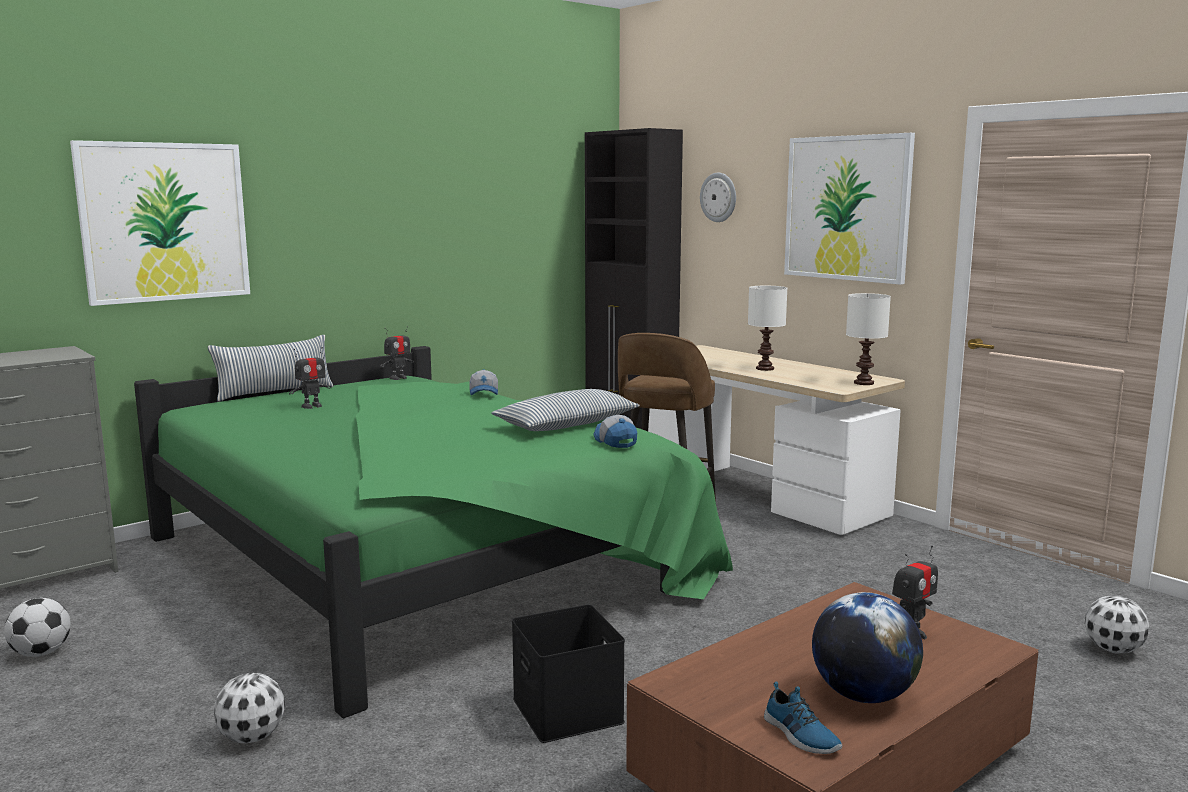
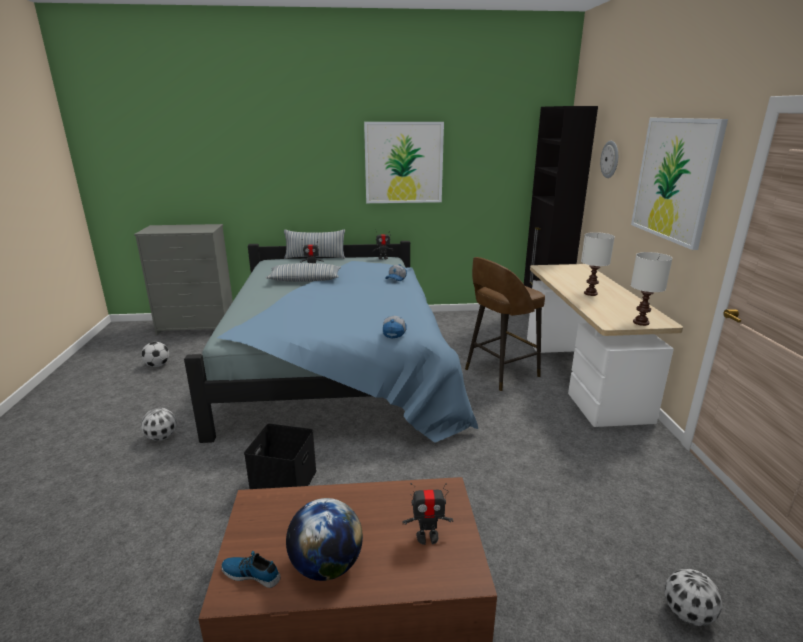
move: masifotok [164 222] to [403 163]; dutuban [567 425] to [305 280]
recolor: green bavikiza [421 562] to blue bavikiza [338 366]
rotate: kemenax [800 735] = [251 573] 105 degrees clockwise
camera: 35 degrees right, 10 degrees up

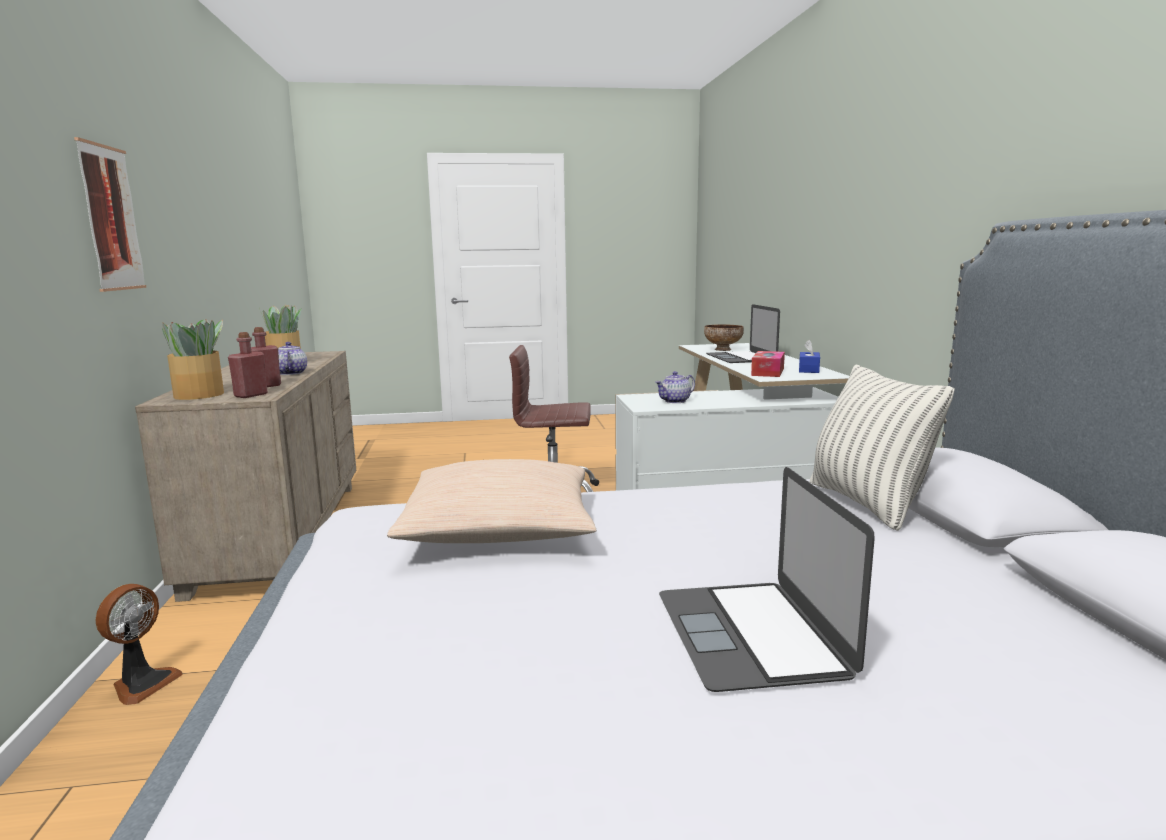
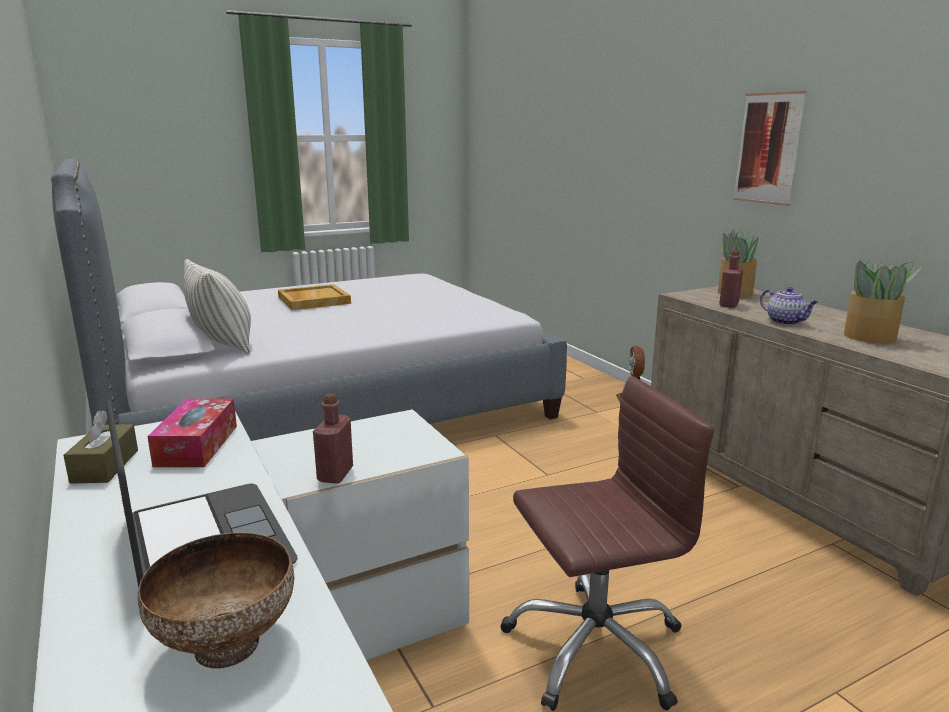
delete: beige dutuban [500 528]; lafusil [675 401]
move: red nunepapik [251 395] to [335 474]
replace: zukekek [751 633] to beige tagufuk [313 300]
recolor: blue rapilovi [808 370] to brown rapilovi [105 466]
camera: 160 degrees right, 5 degrees up

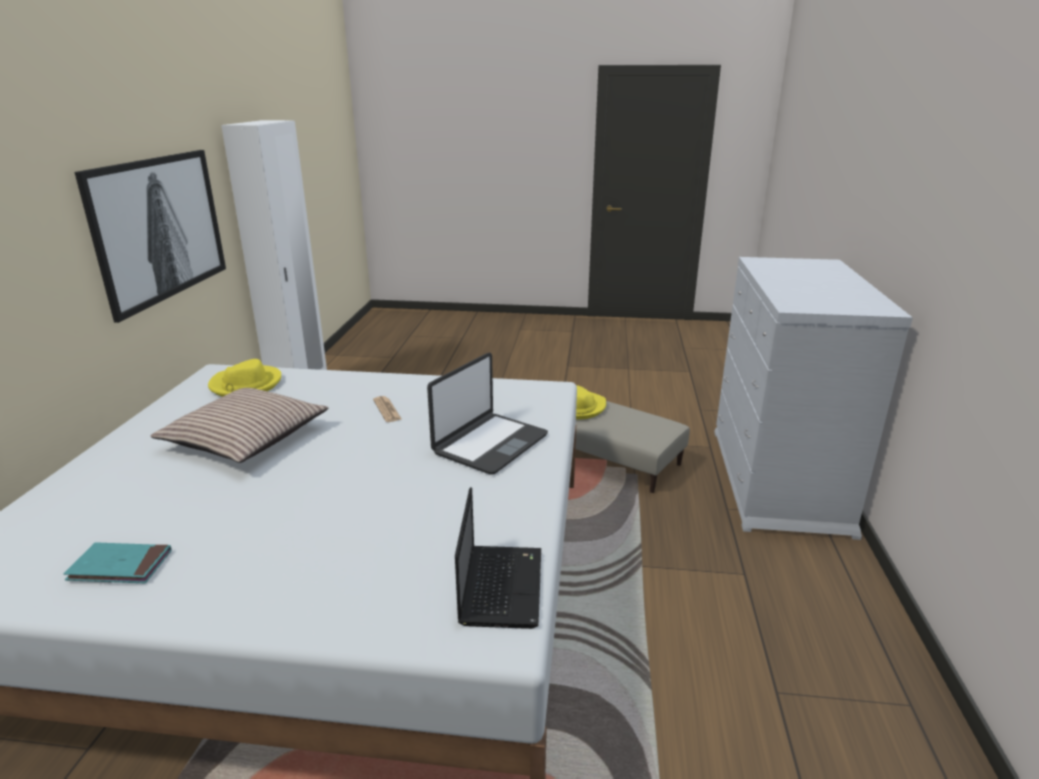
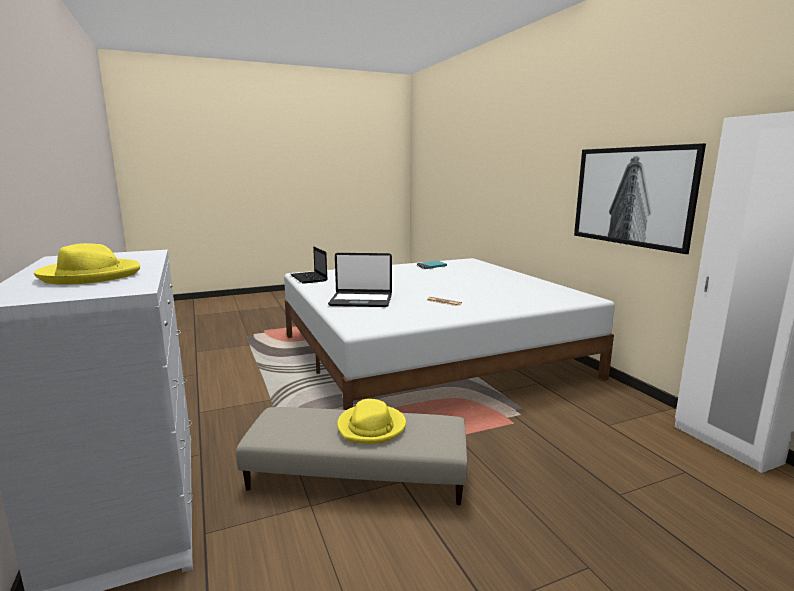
delete: dutuban [245 438]
move: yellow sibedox [245 385] to [90 275]
rotate: zukekek [489 444] = [361 301] 90 degrees counterclockwise
camera: 150 degrees right, 10 degrees down

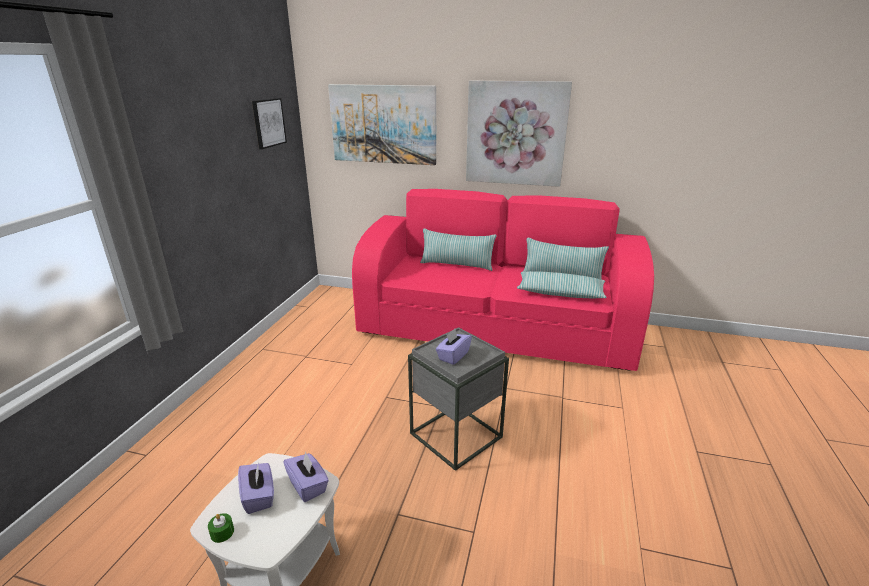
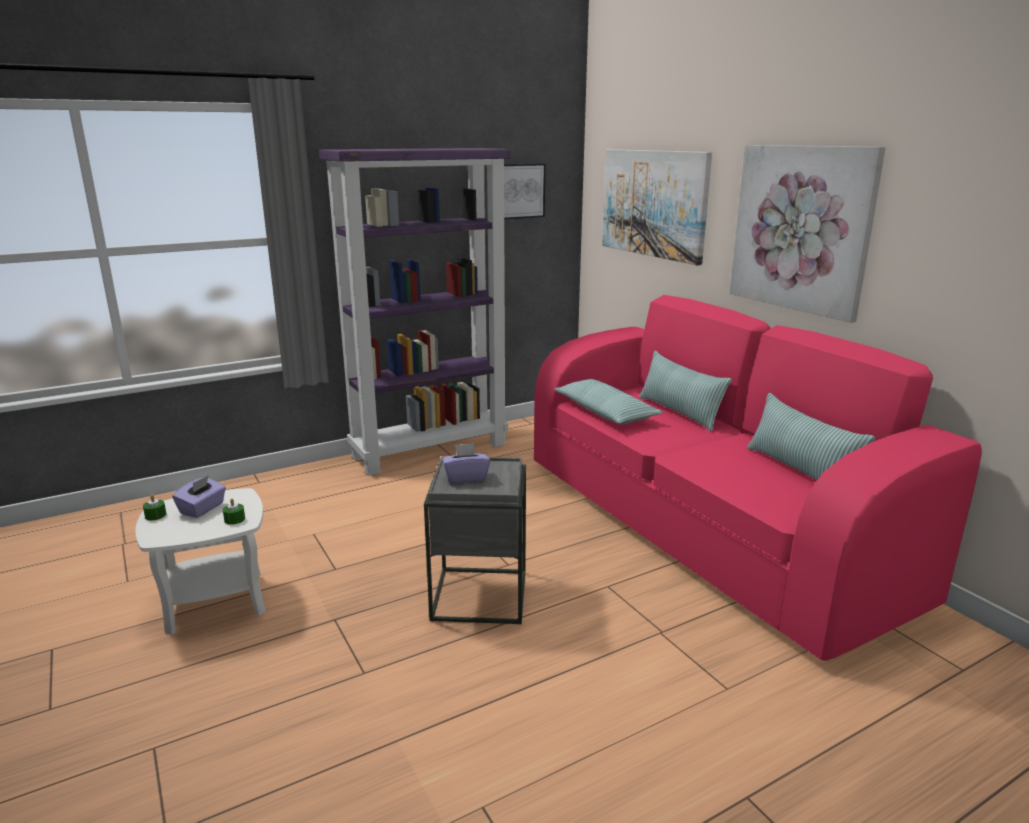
insert: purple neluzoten [430 450]
move: dutuban [560 293] to [605 412]
replace: purple rapilovi [308 485] to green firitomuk [234 519]
camera: 45 degrees right, 5 degrees down

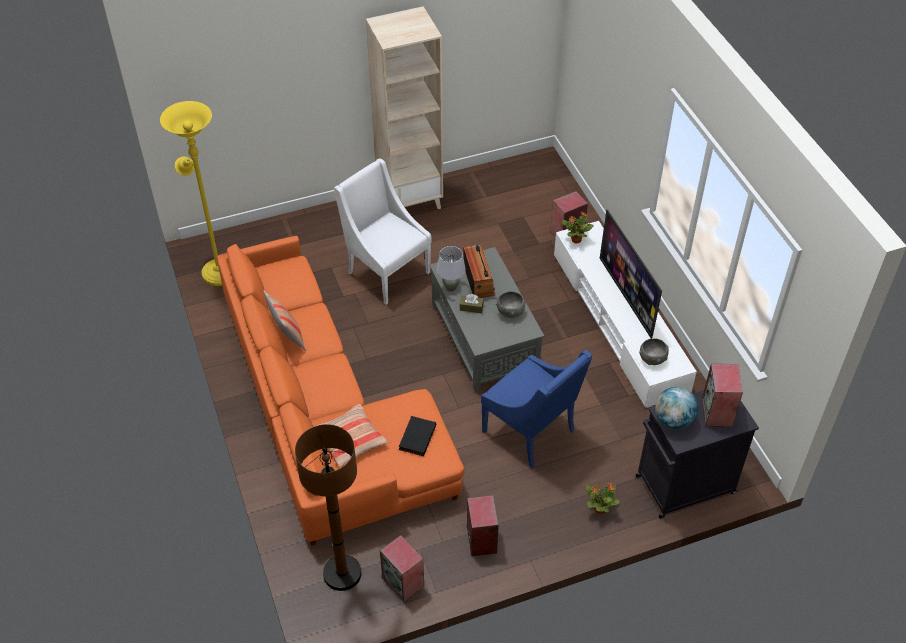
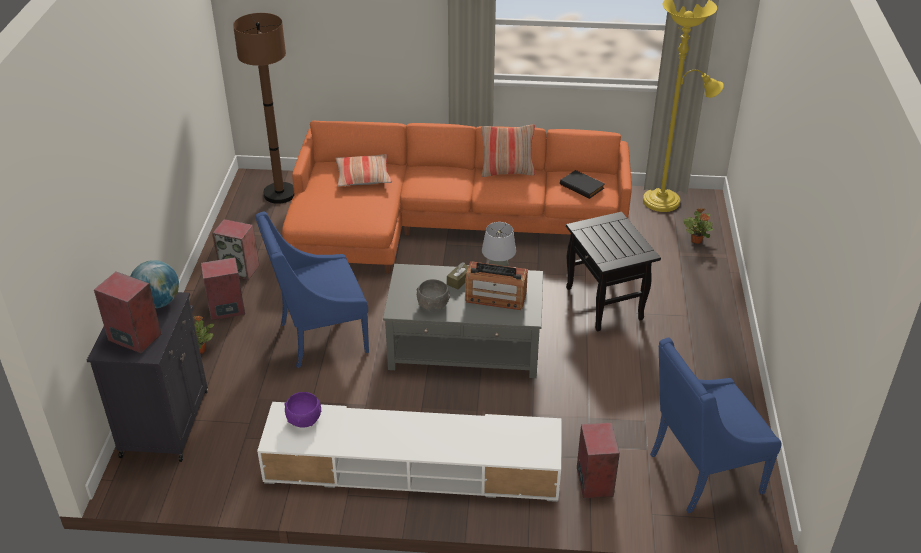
delete: beige neluzoten [410 200]; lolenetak [627 297]
insert: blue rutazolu [701 473]
move: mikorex [404 582] to [226 309]; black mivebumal [416 437] to [582 186]; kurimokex [575 240] to [696 240]
replace: white rutazolu [386 272] to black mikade [605 304]
recolor: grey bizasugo [652 359] to purple bizasugo [304 419]
camera: 115 degrees right, 10 degrees down

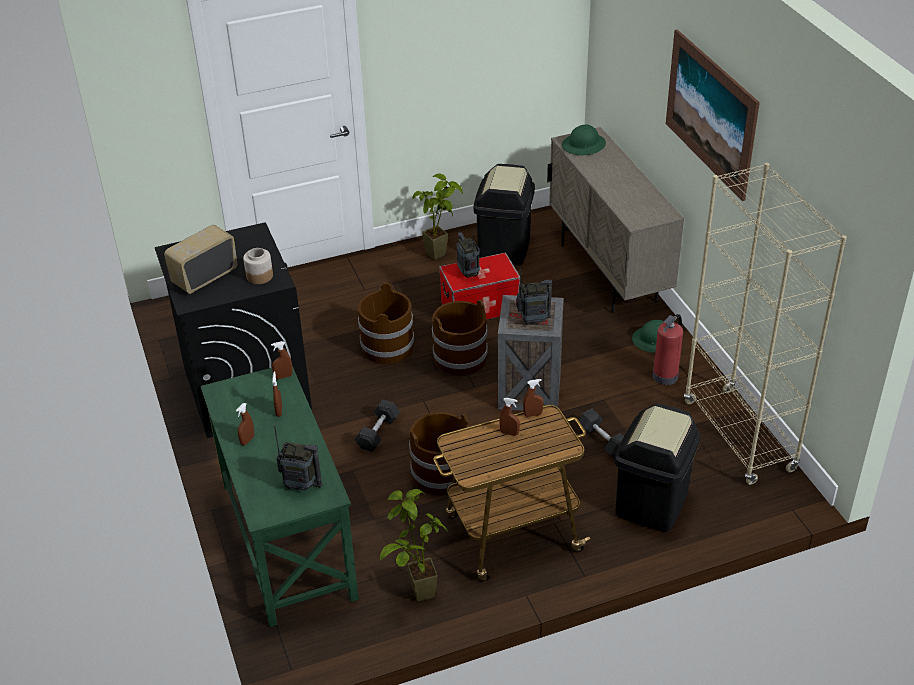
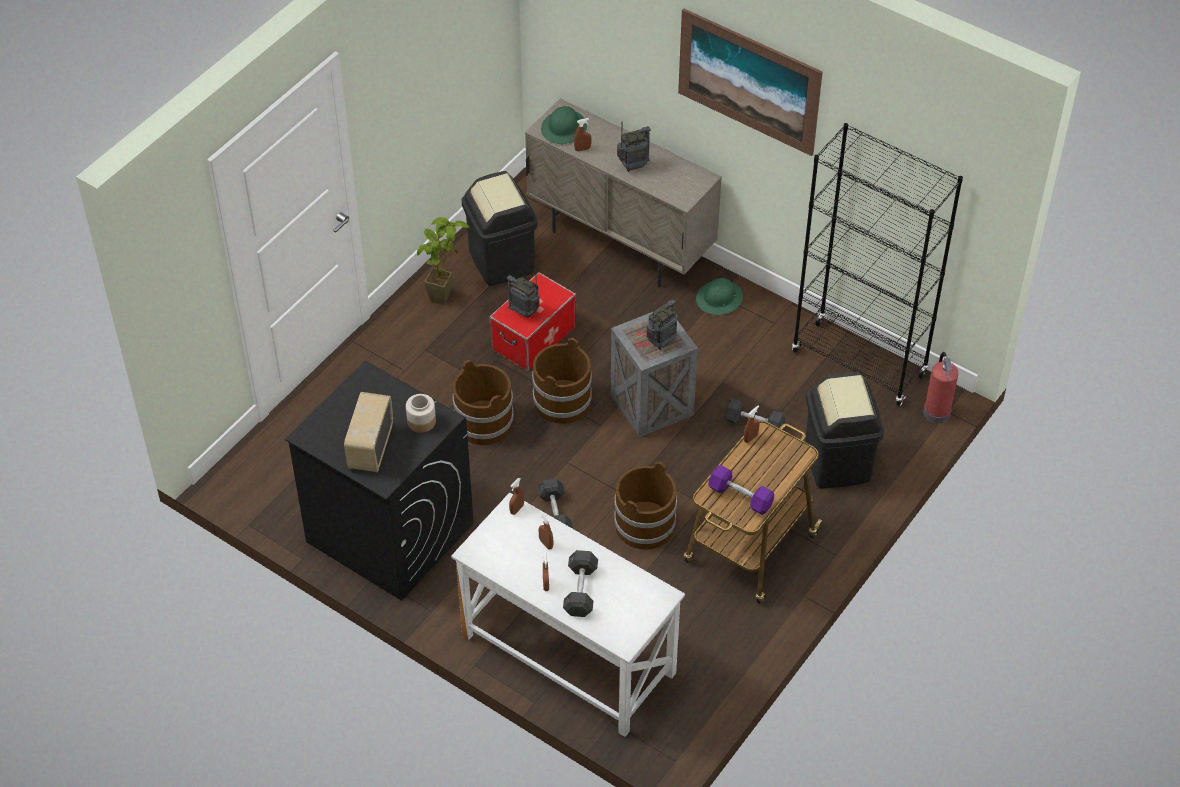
delete: kurimokex [413 593]
insert: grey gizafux [580 590]; purple gizafux [740 497]
move: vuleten [300 486] to [633 166]; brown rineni [509 433] to [582 149]; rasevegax [666 375] to [936 411]
recolor: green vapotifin [287 540] to white vapotifin [567 656]; beige neluzoten [739 436] to black neluzoten [859 363]
camera: 35 degrees left, 10 degrees up

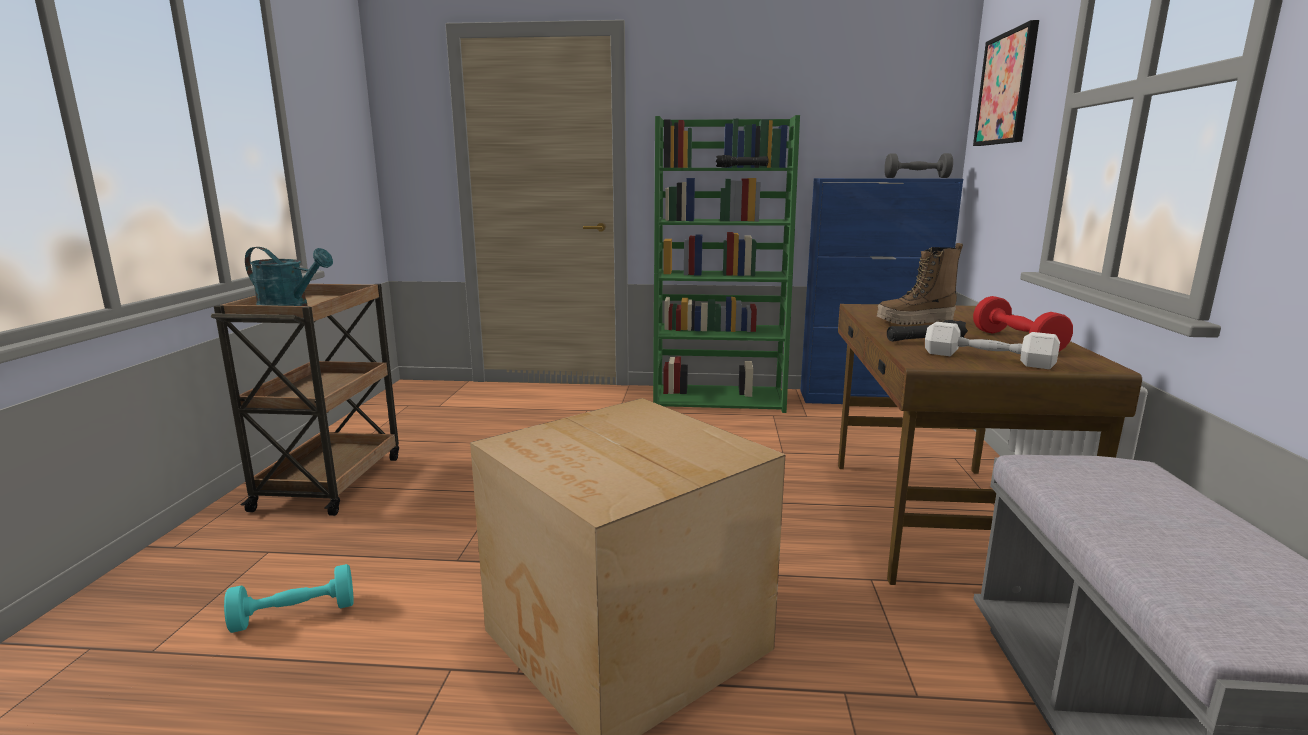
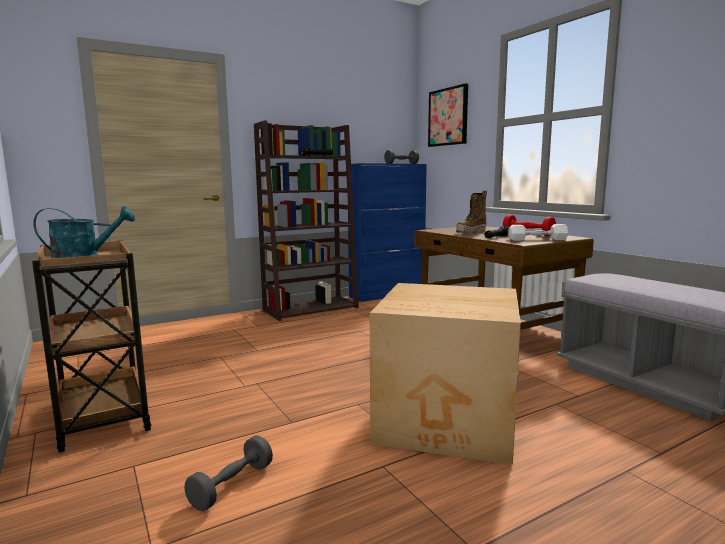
recolor: turquoise gizafux [295 615] to grey gizafux [232 485]; green neluzoten [720 399] to brown neluzoten [311 308]
camera: 35 degrees left, 5 degrees down

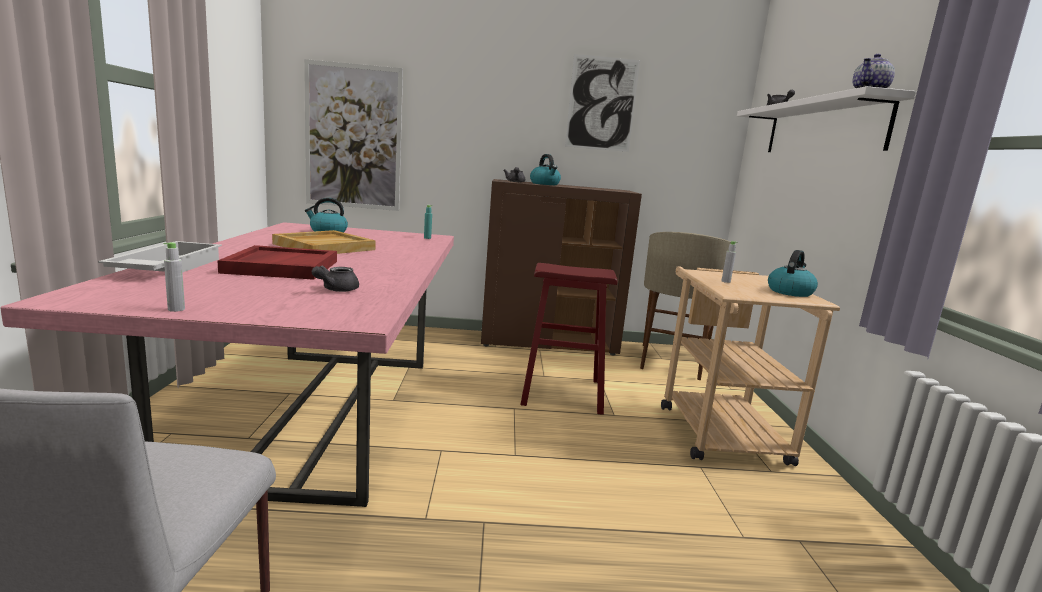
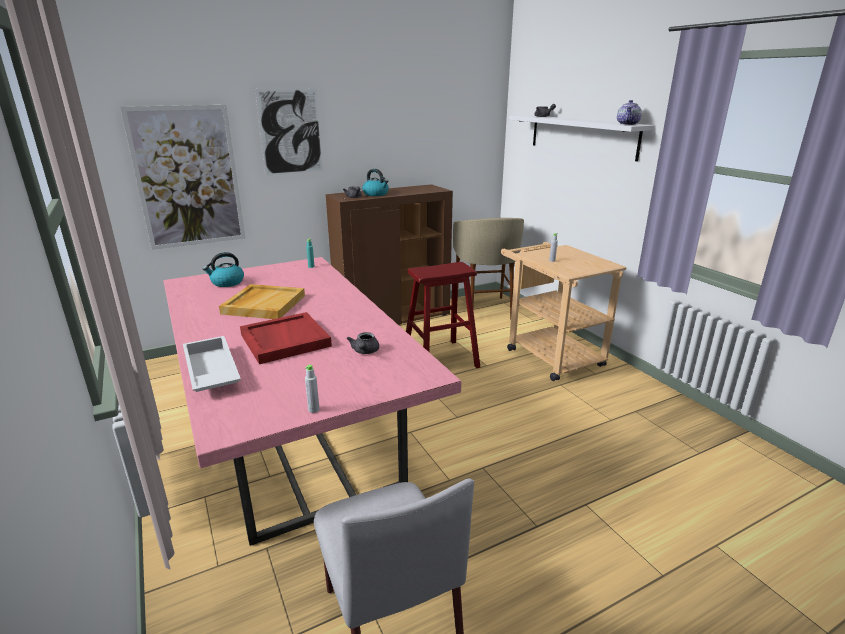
delete: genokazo [790 292]
move: masifotok [601 104] to [291 132]
camera: 25 degrees left, 10 degrees up

